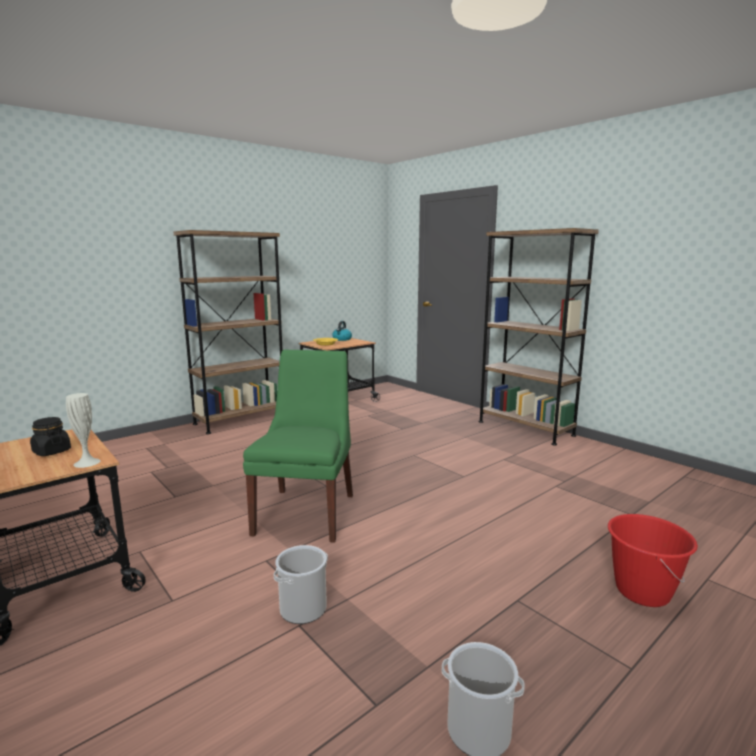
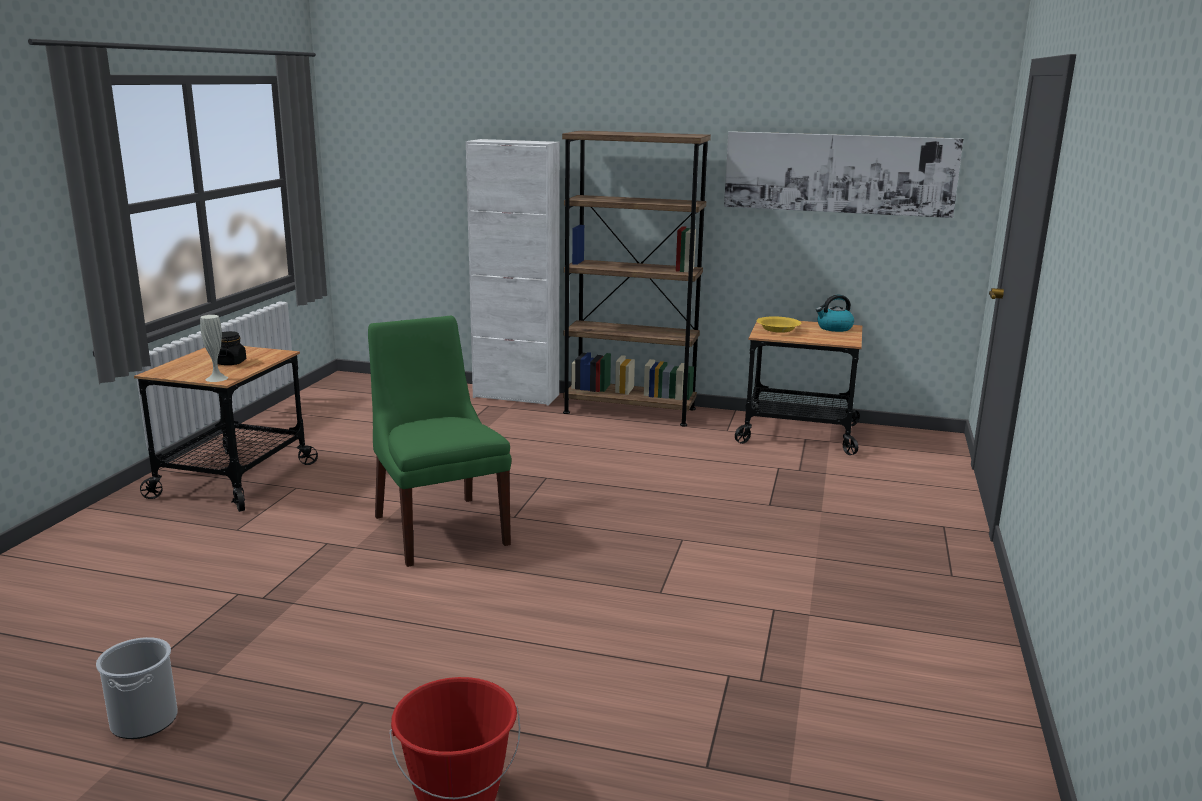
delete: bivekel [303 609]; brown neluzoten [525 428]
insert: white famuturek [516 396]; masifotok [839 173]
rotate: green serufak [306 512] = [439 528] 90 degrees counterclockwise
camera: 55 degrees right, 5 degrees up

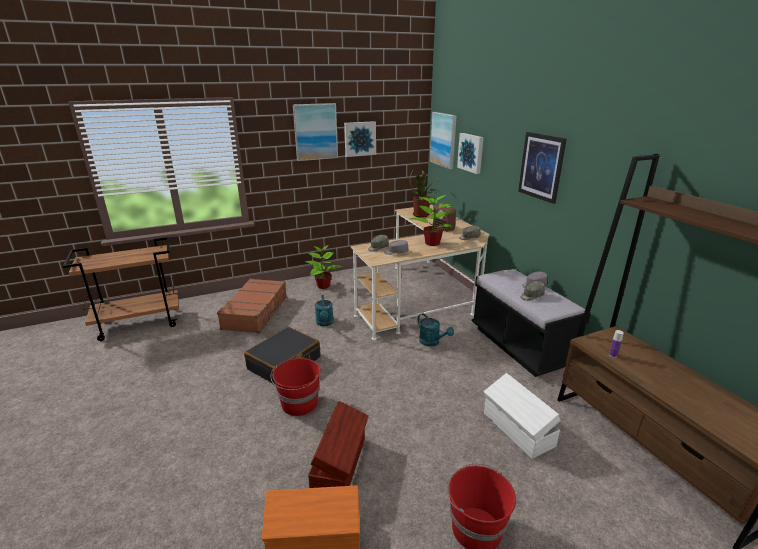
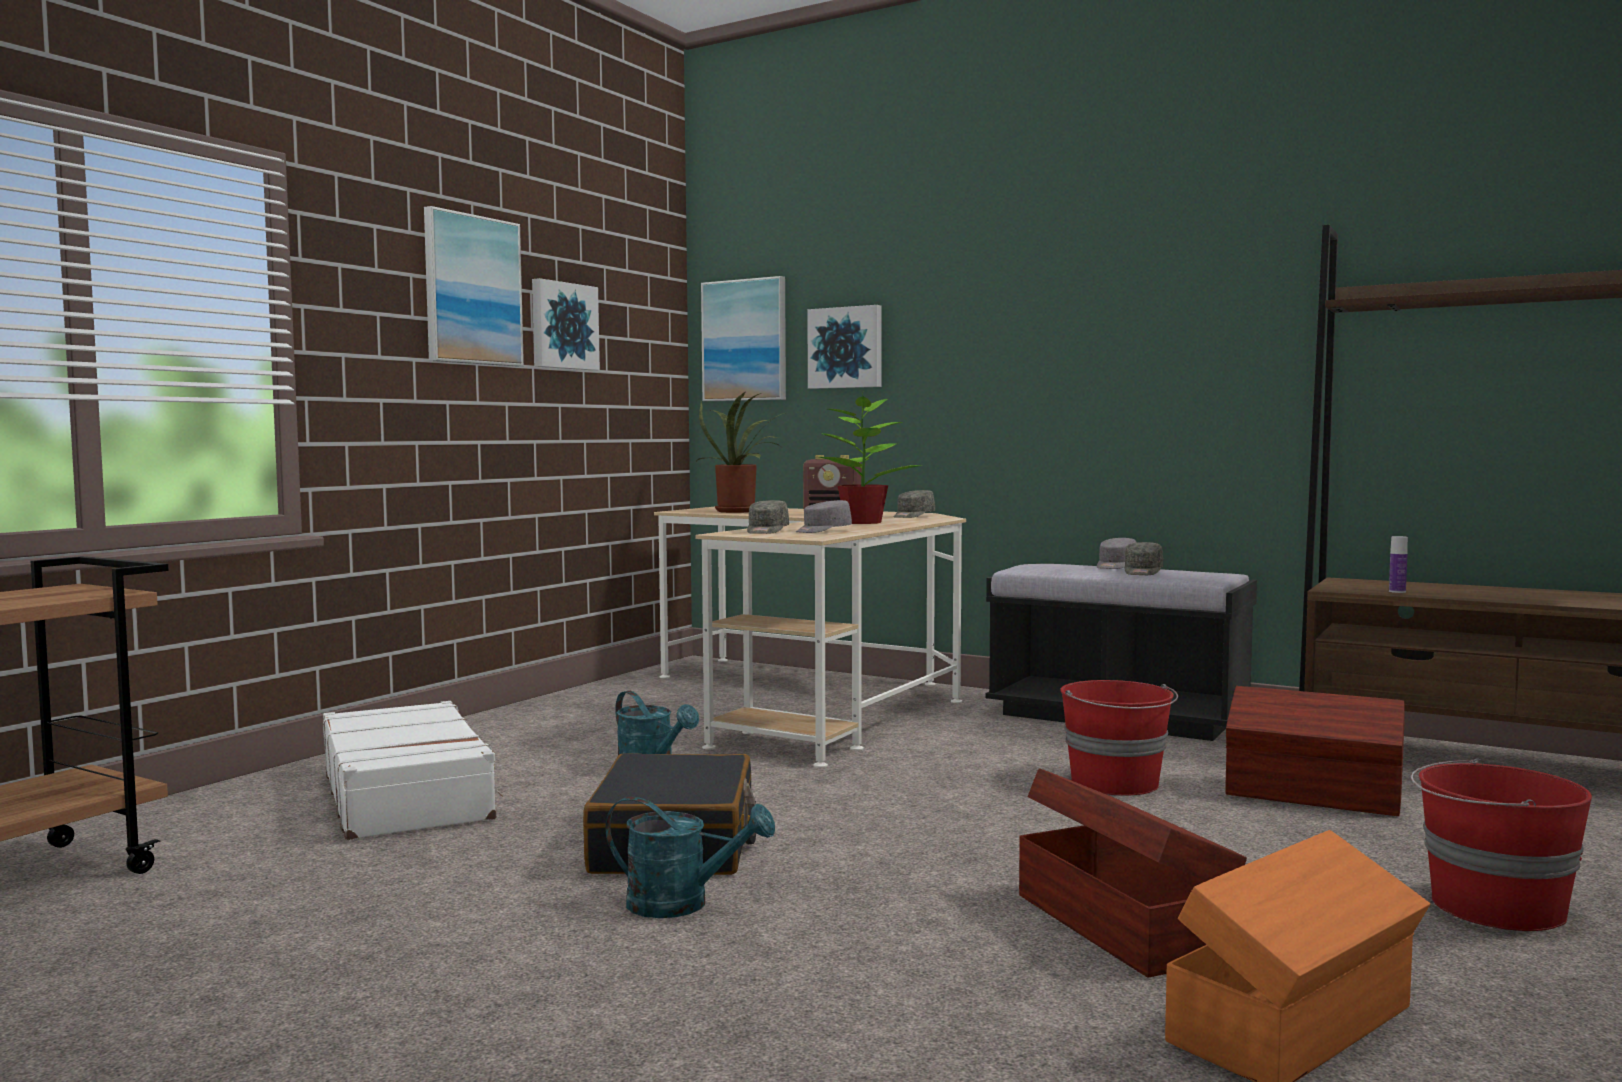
delete: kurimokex [323 286]; masifotok [541 167]
move: red bivekel [299 404] to [1116 783]; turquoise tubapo [432 342] to [682 904]
recolor: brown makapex [256 312] to white makapex [408 795]; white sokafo [517 430] to brown sokafo [1314 796]
camera: 35 degrees left, 20 degrees down

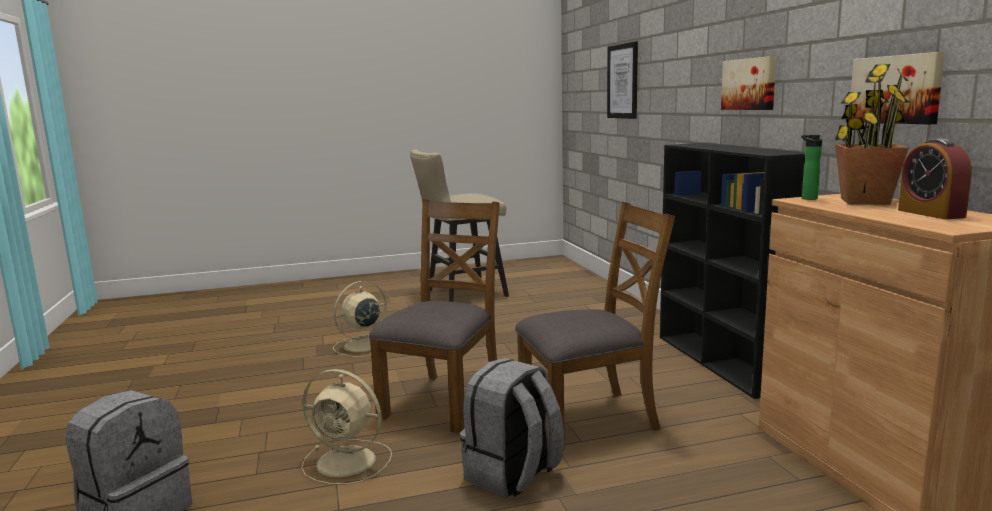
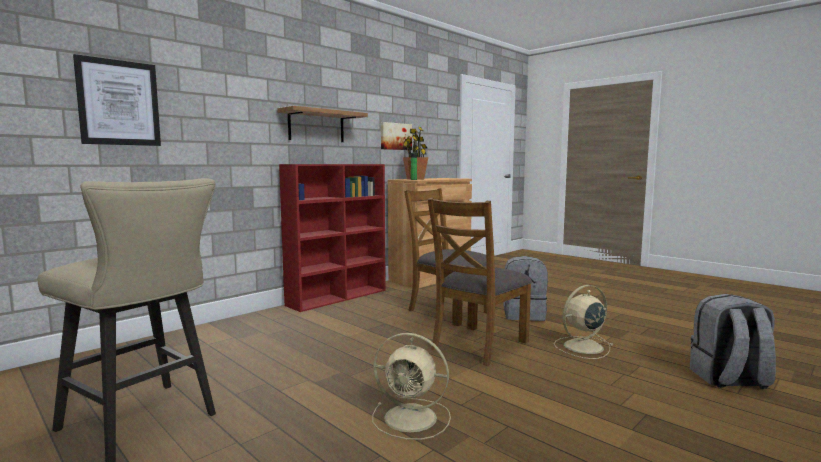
delete: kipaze [930 213]
replace: masifotok [750 84] to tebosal [316 126]
recolor: black neluzoten [722 362] to red neluzoten [338 297]
rotate: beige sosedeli [348 462] = [582 347] 105 degrees counterclockwise; brown serufak [444 401] = [478 345] 45 degrees counterclockwise
camera: 120 degrees left, 5 degrees down

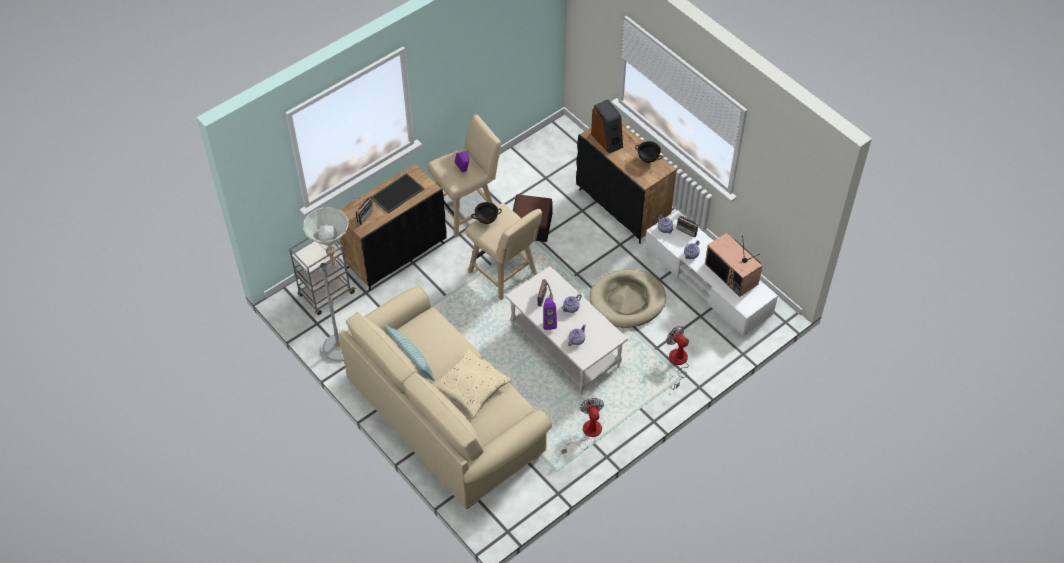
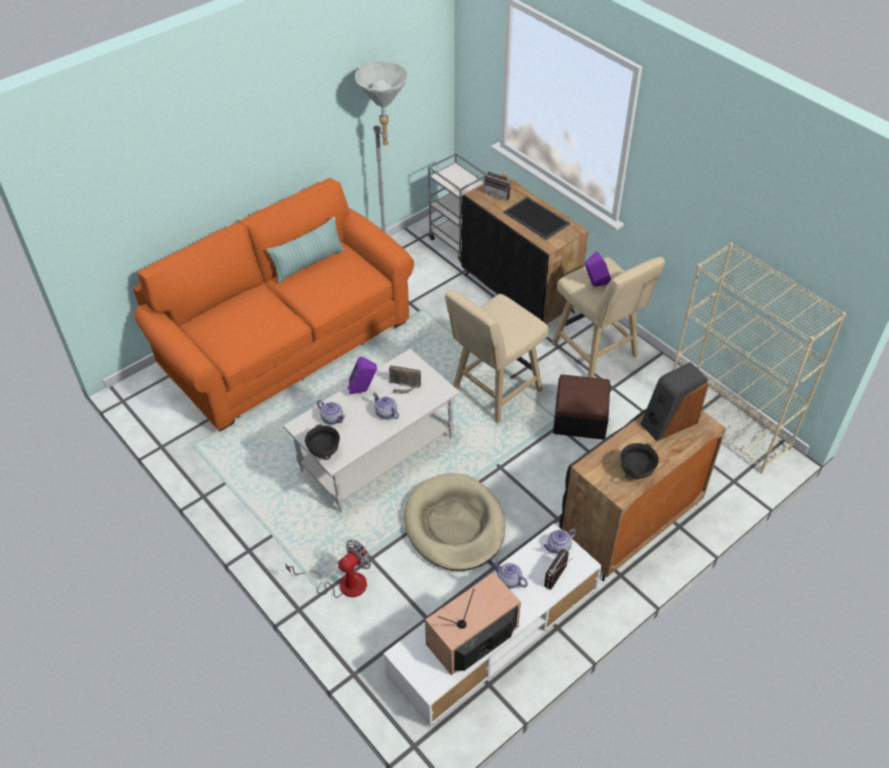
delete: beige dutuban [471 387]; sosedeli [587 434]
insert: beige neluzoten [727 424]
move: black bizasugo [486 220] to [323 452]
recolor: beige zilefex [445 416] to orange zilefex [286 344]
camera: 90 degrees right, 5 degrees down

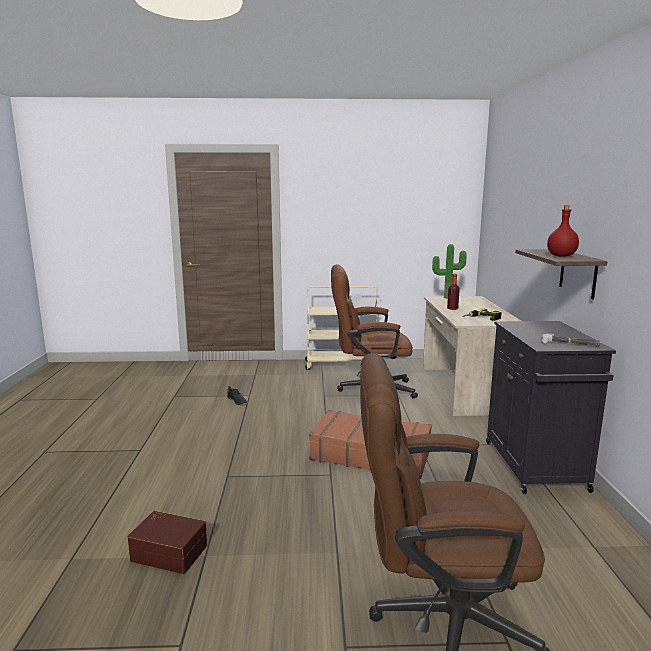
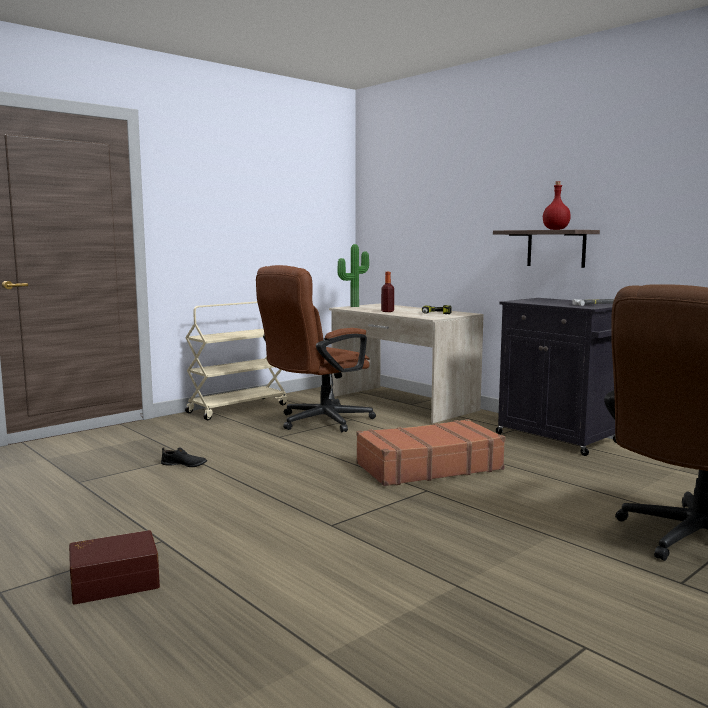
move: brown sokafo [170 552] to [114 581]
camera: 40 degrees left, 5 degrees down

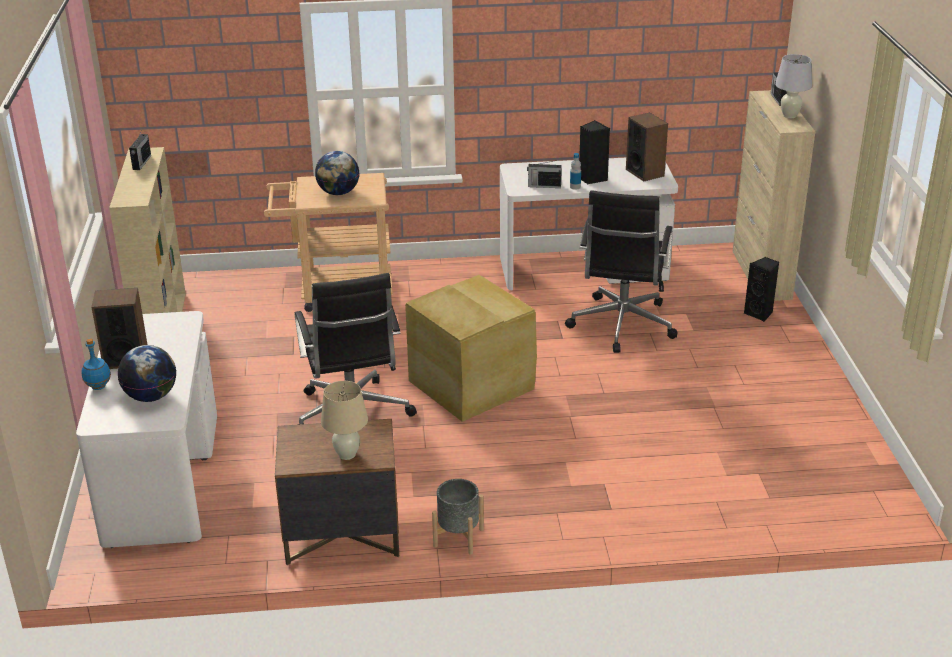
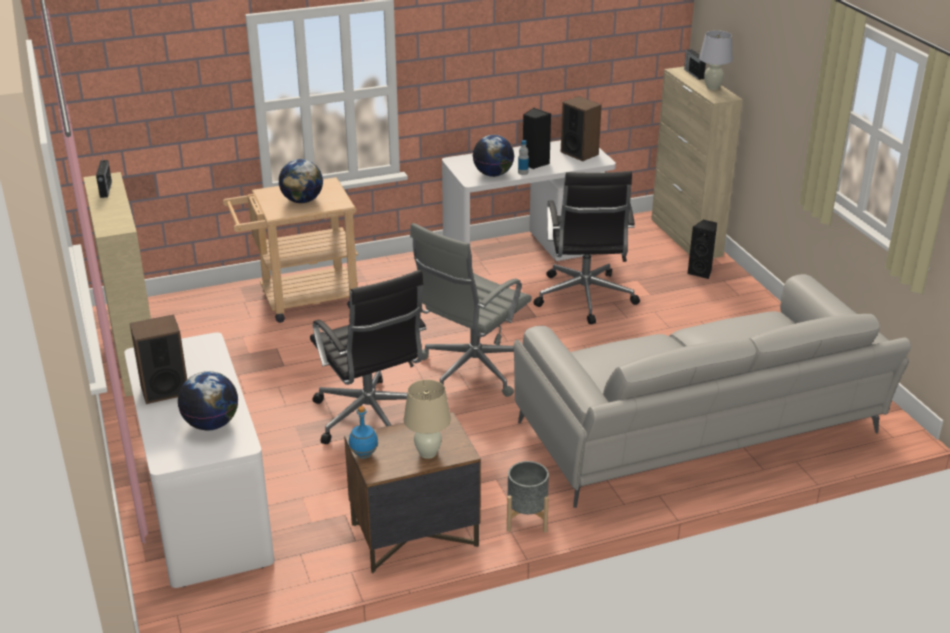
insert: grey zilefex [699 432]
move: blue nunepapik [98 387] to [363 455]
replace: beige sokafo [471 383] to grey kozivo [471 370]; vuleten [543 186] to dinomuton [493 174]
camera: 15 degrees left, 0 degrees up

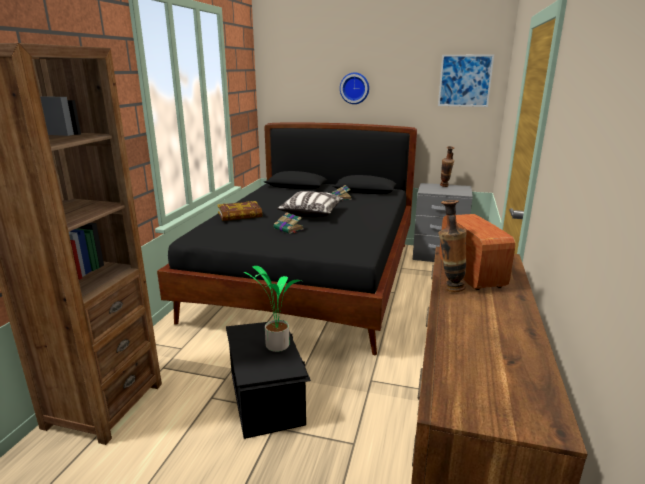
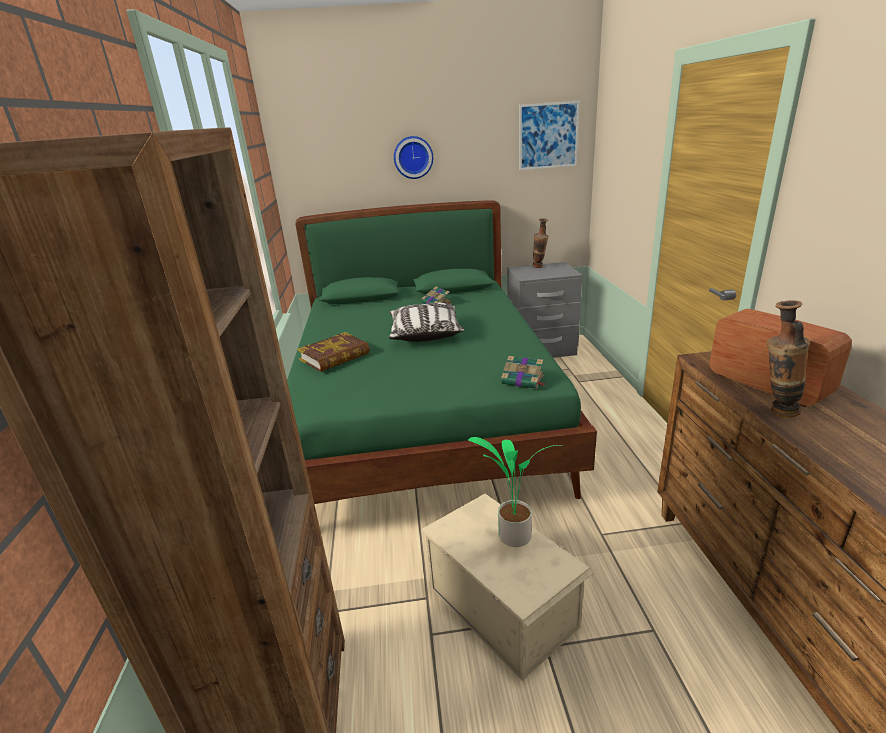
move: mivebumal [289 229] to [523 380]
recolor: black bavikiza [311 279] to green bavikiza [423 416]; black sokafo [267 397] to beige sokafo [503 605]
camera: 20 degrees left, 5 degrees up

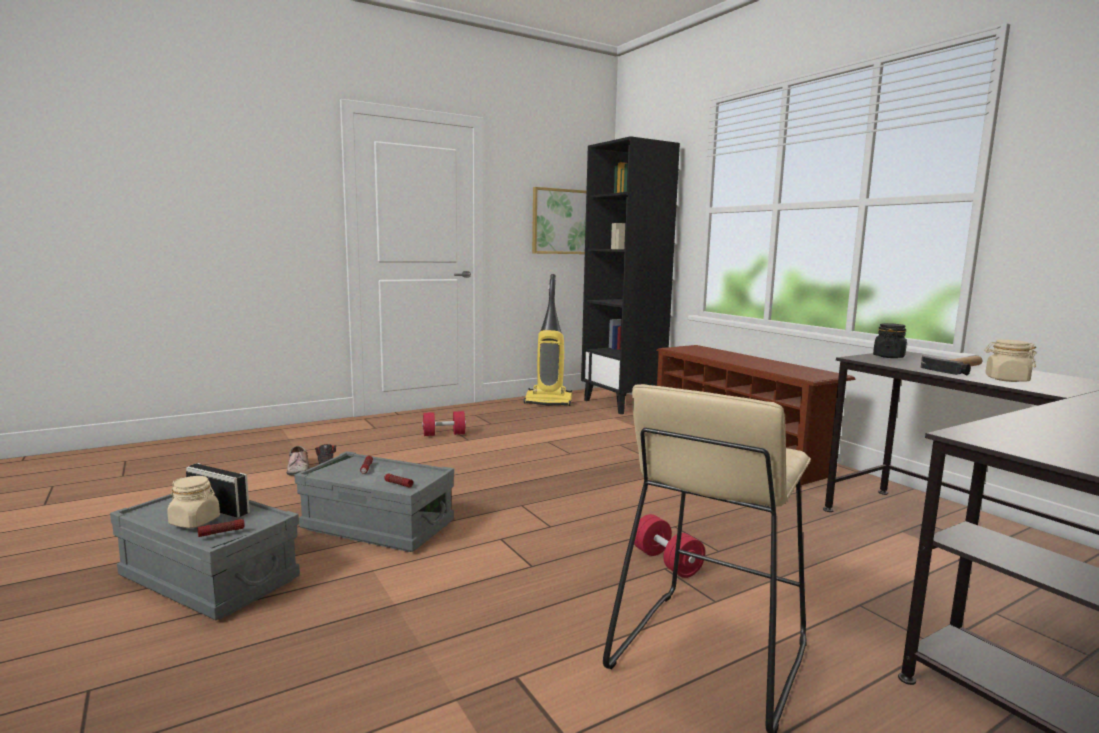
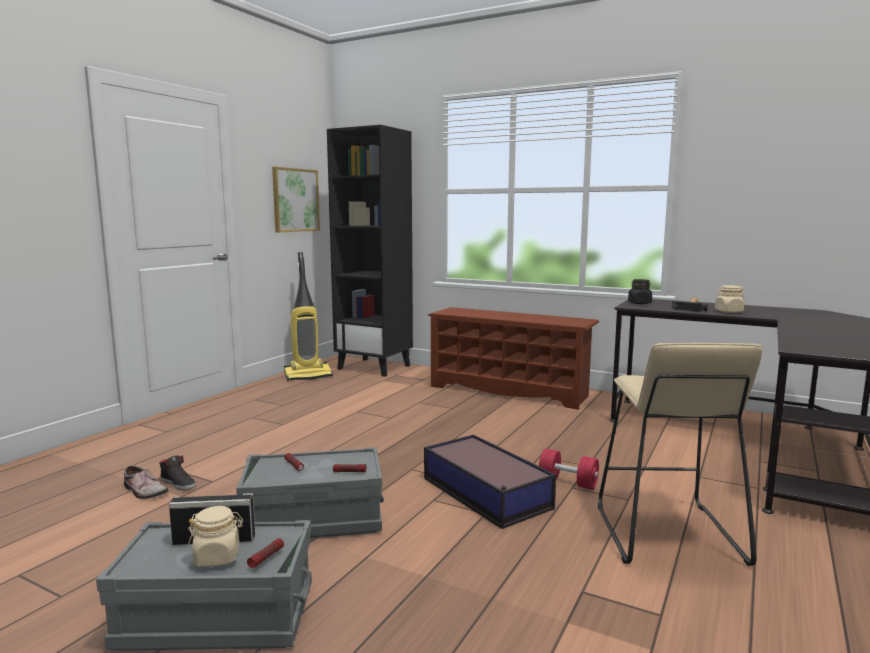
delete: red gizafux [444 434]
insert: sokafo [486 493]
camera: 30 degrees left, 0 degrees up

